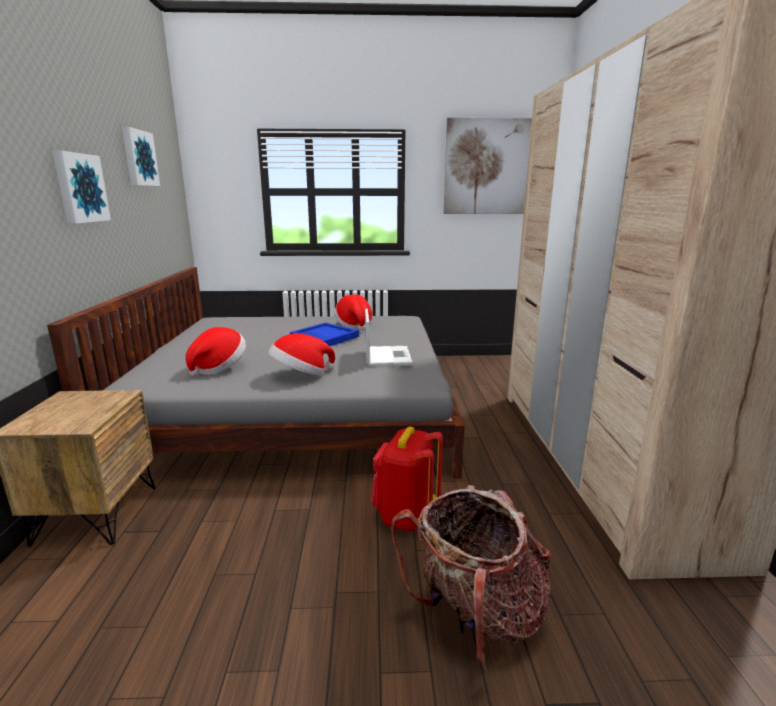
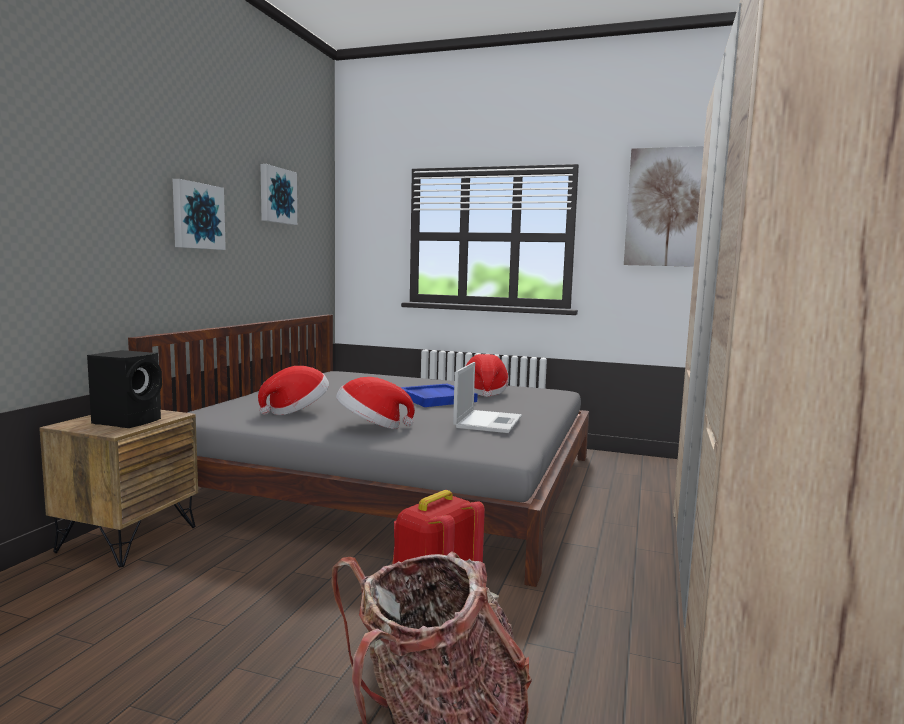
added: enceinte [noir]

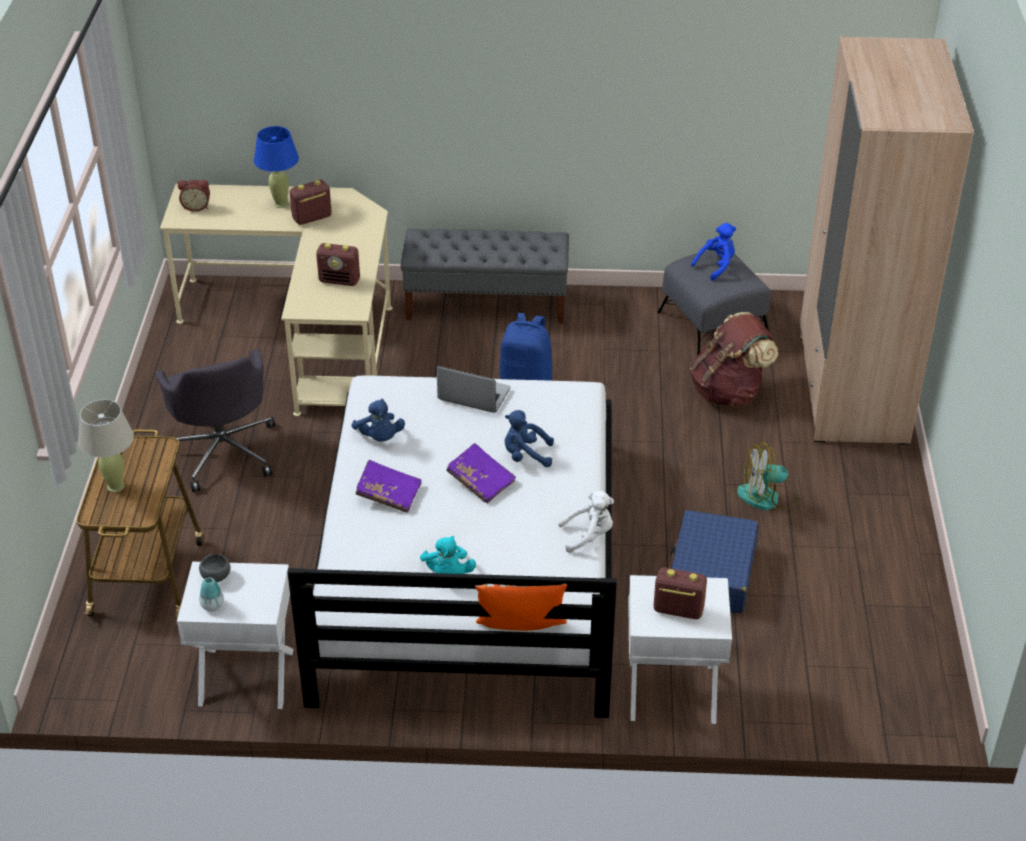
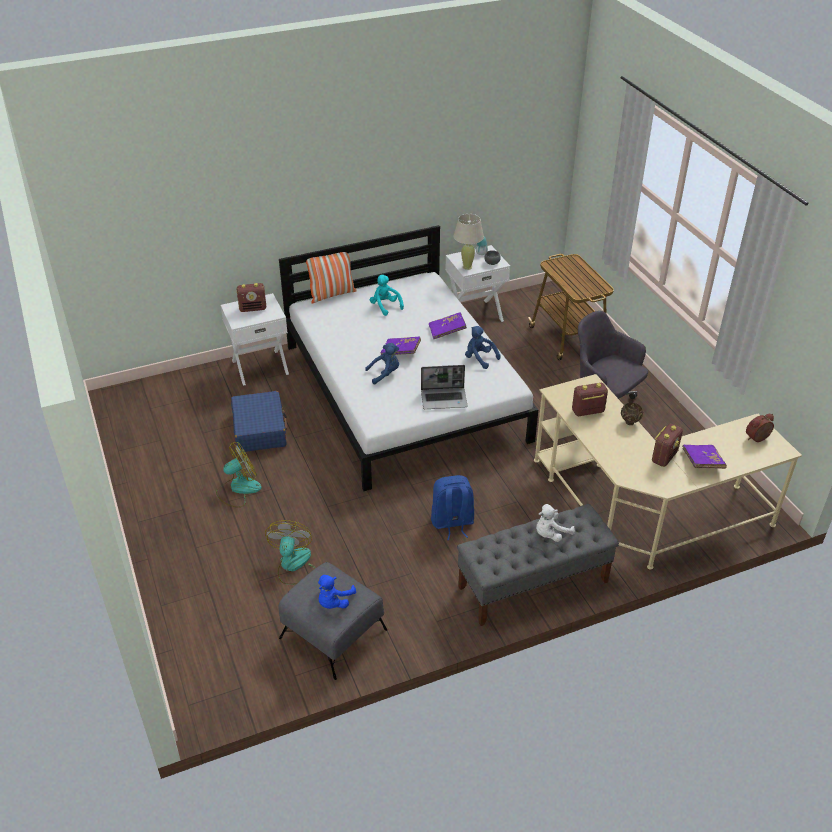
removed: armoire [beige]
added: bol [marron]
moved: lampe de table [beige]; peluche [blanc]
replaced: lampe de table [bleu] to livre [violet] (3rd from left); sac à dos [marron] to ventilateur (2nd from left)

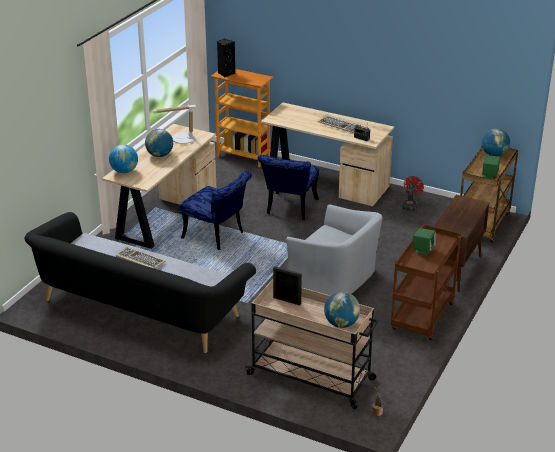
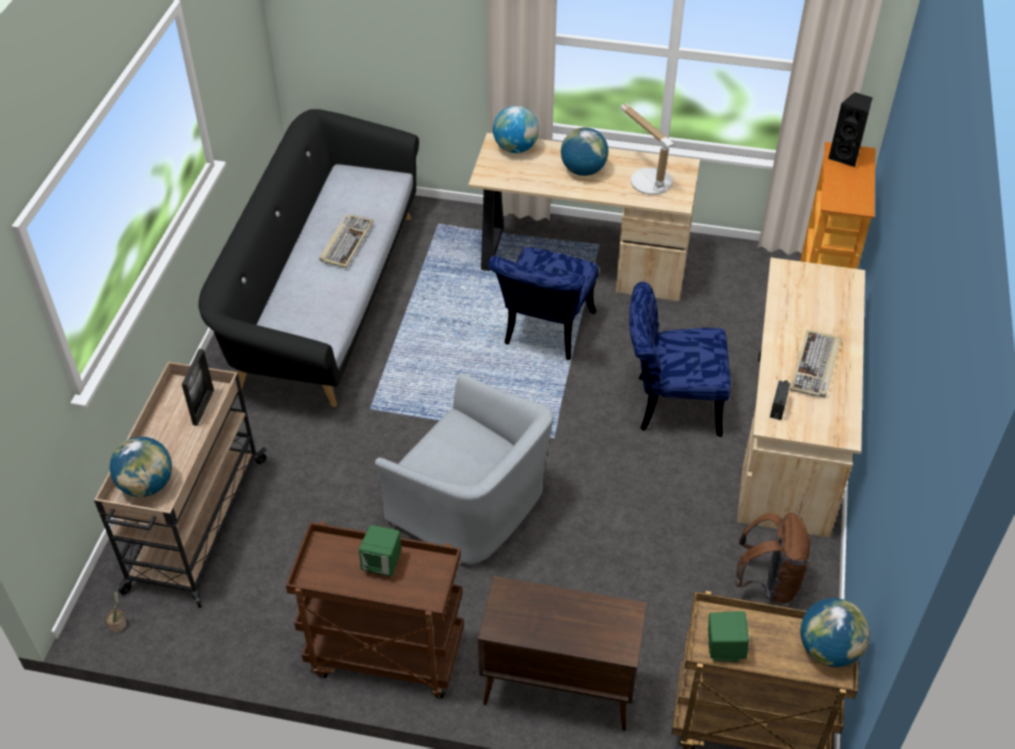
replaced: ventilateur [rouge] to sac à dos [marron]
turned: fauteuil [gris] 75 degrees counterclockwise

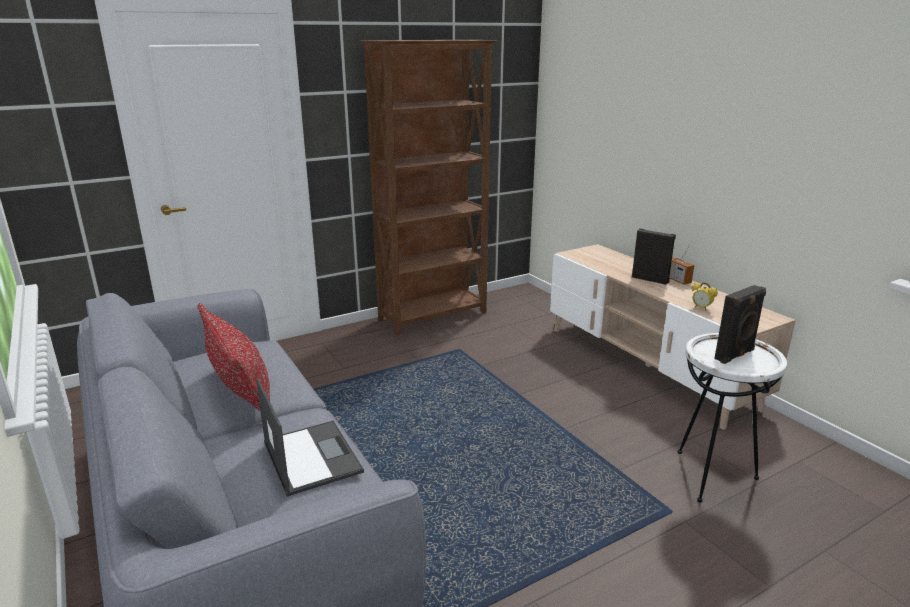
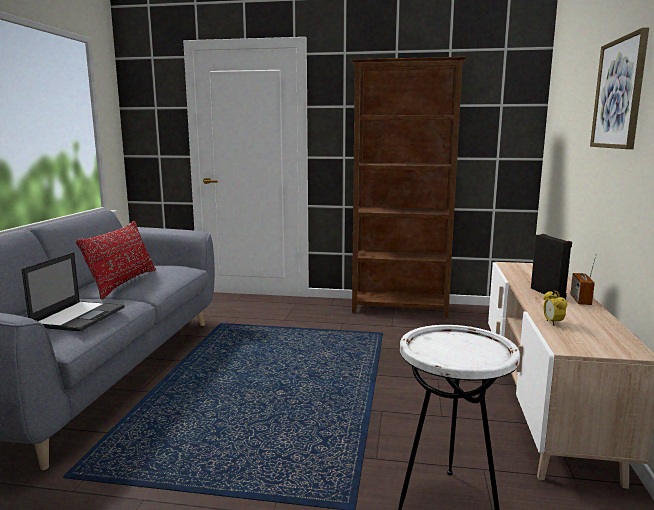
removed: enceinte [noir] (2nd from left)
added: tableau

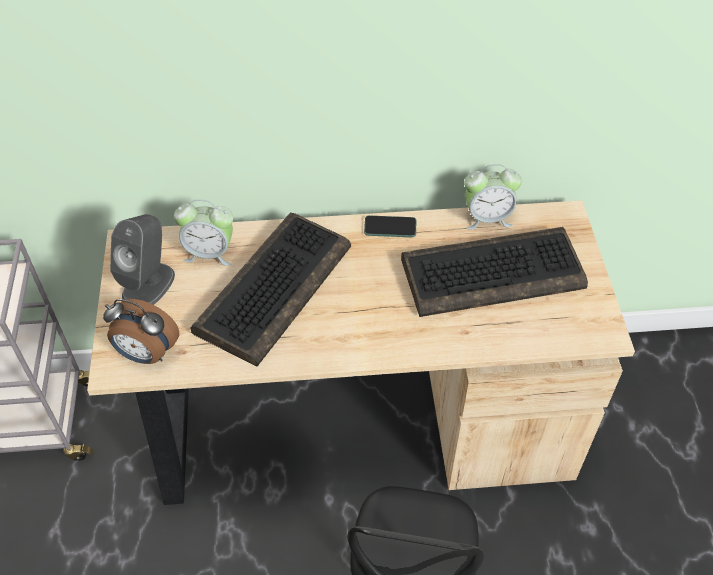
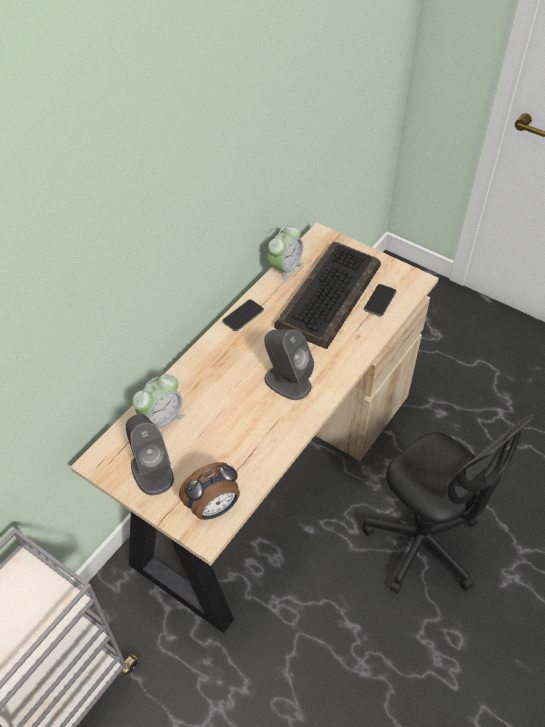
removed: clavier (1st from left)
added: enceinte [gris] (2nd from left); téléphone (2nd from left)

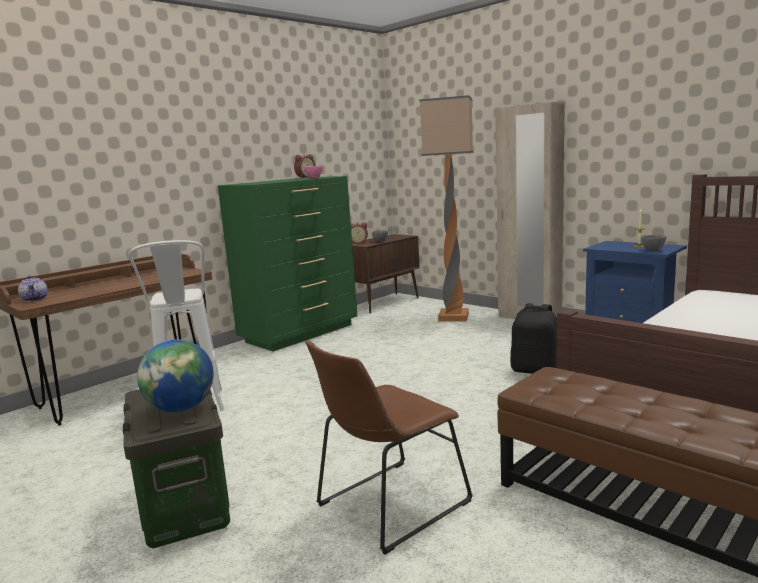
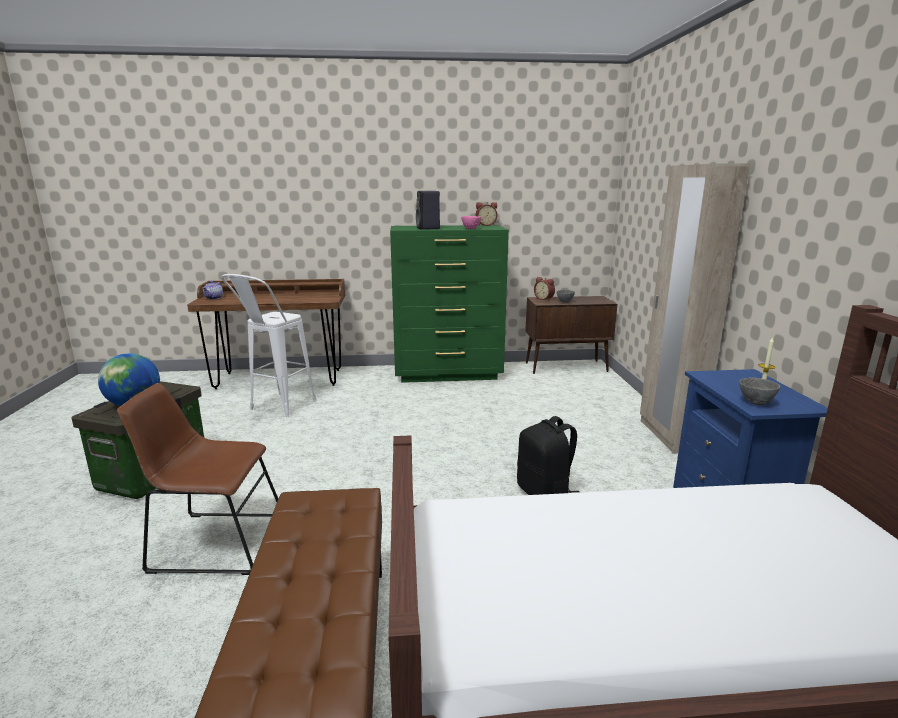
removed: lampadaire
added: enceinte [noir]

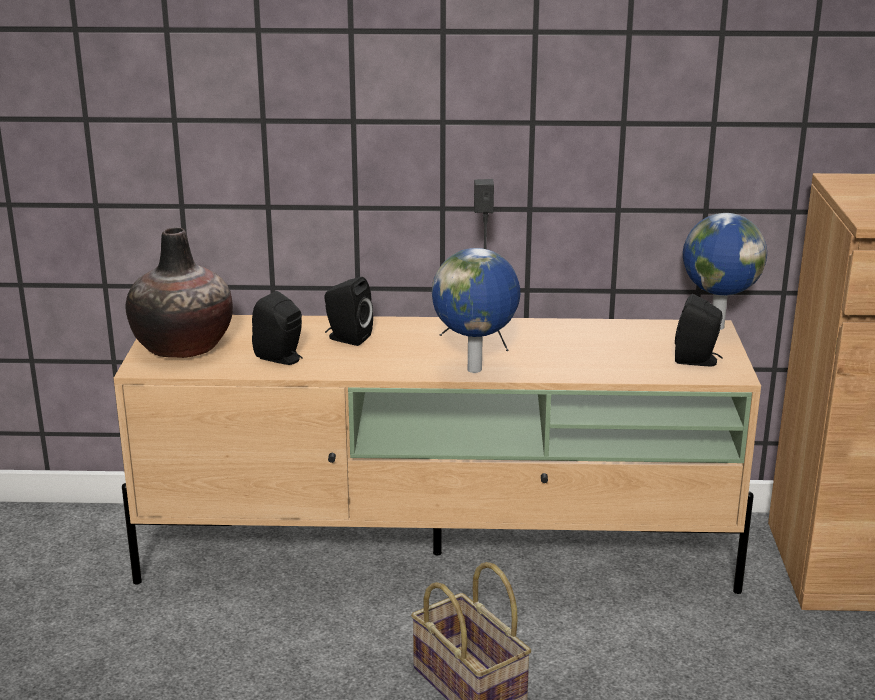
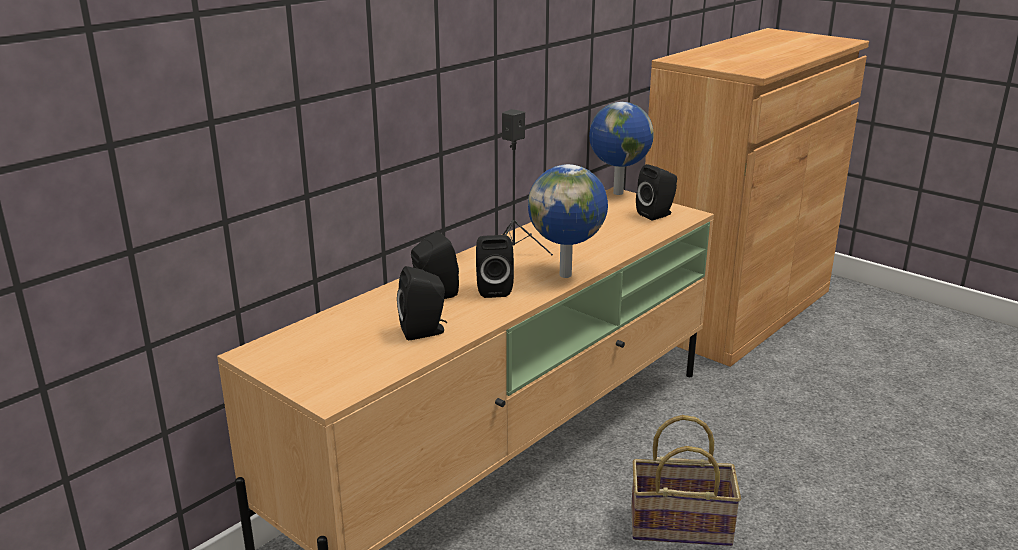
removed: vase
added: enceinte [noir] (3rd from left)

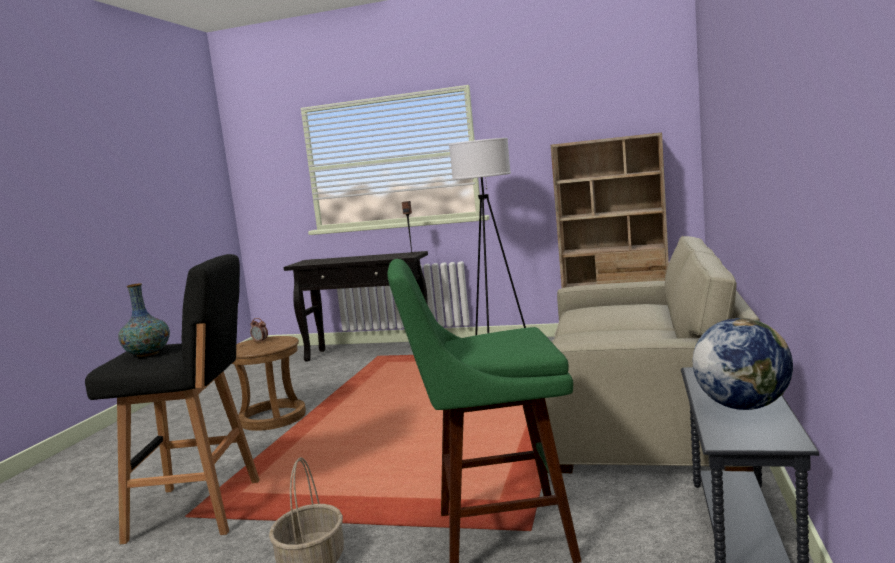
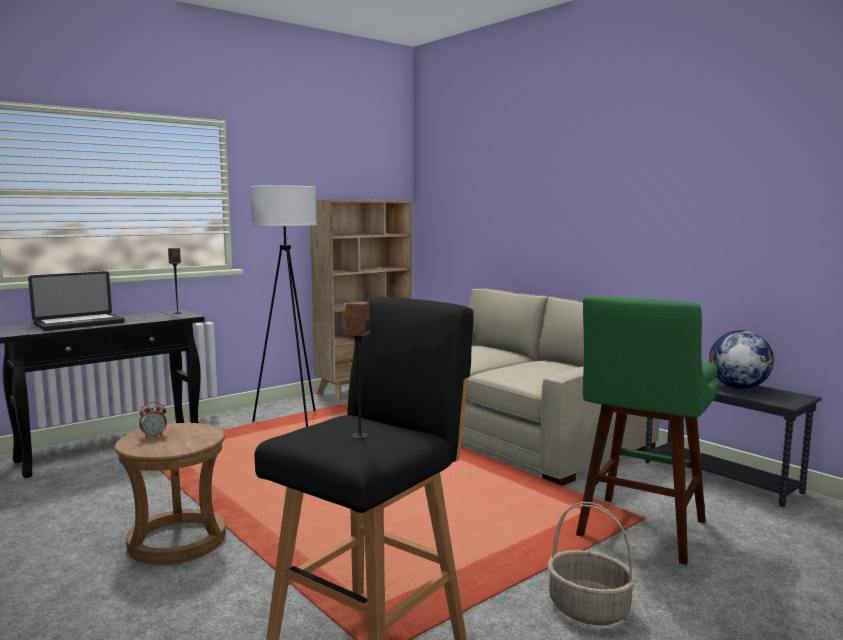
added: ordinateur portable
replaced: vase to enceinte (2nd from left)

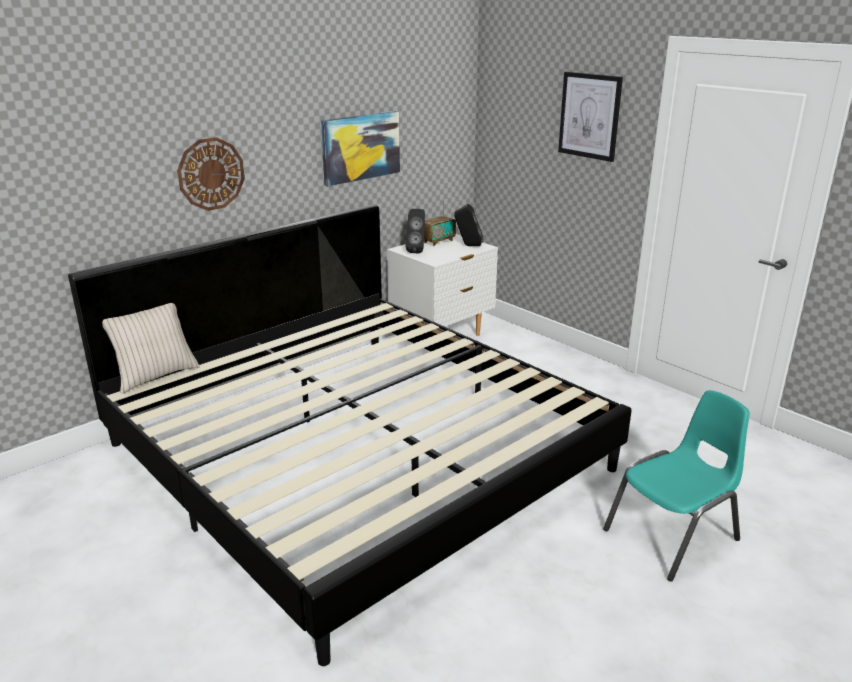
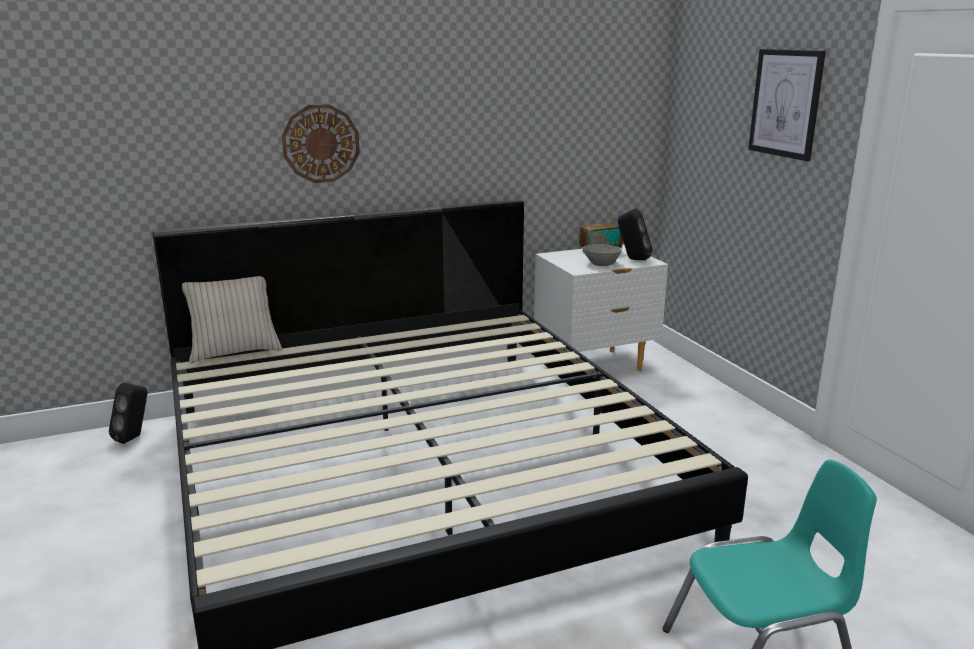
removed: tableau (1st from left)
added: bol [gris]
moved: enceinte [noir] (1st from left)

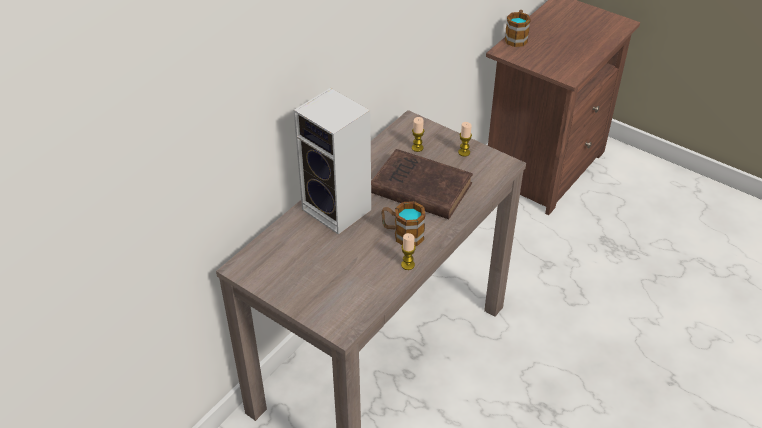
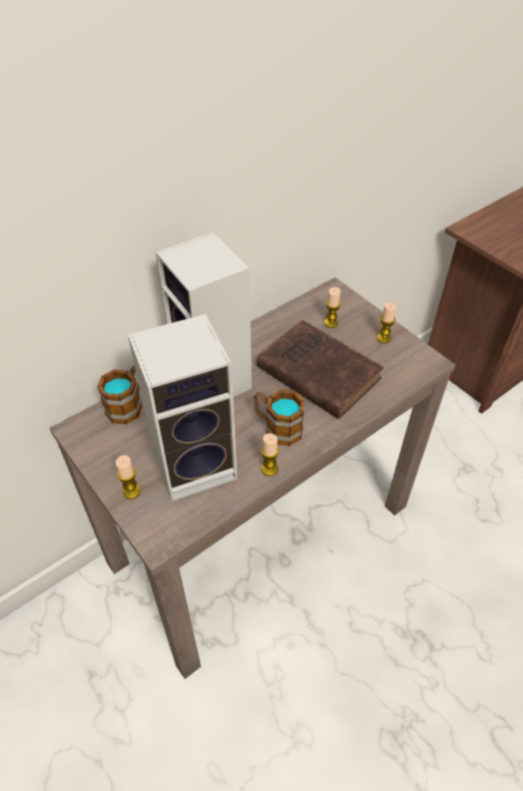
added: bougie (1st from left); enceinte (1st from left)
moved: mug (2nd from left in the first image) to mug (1st from left)

